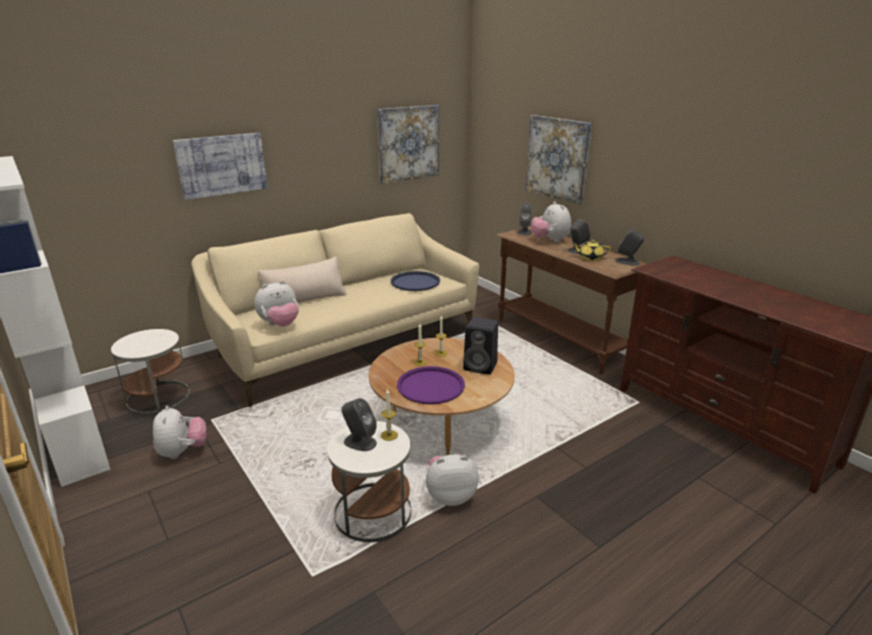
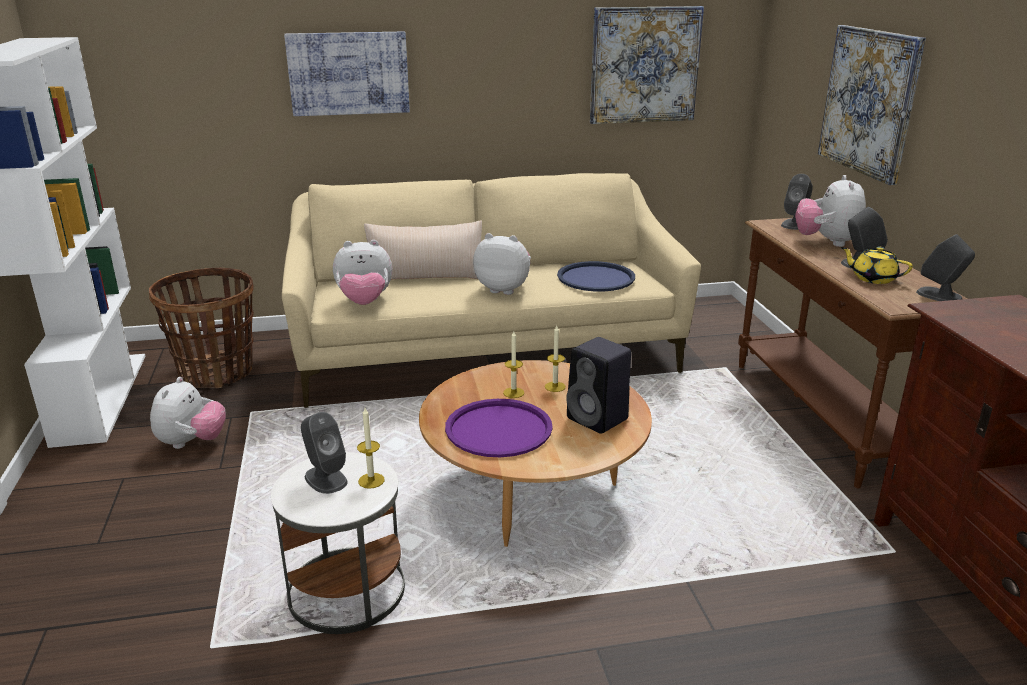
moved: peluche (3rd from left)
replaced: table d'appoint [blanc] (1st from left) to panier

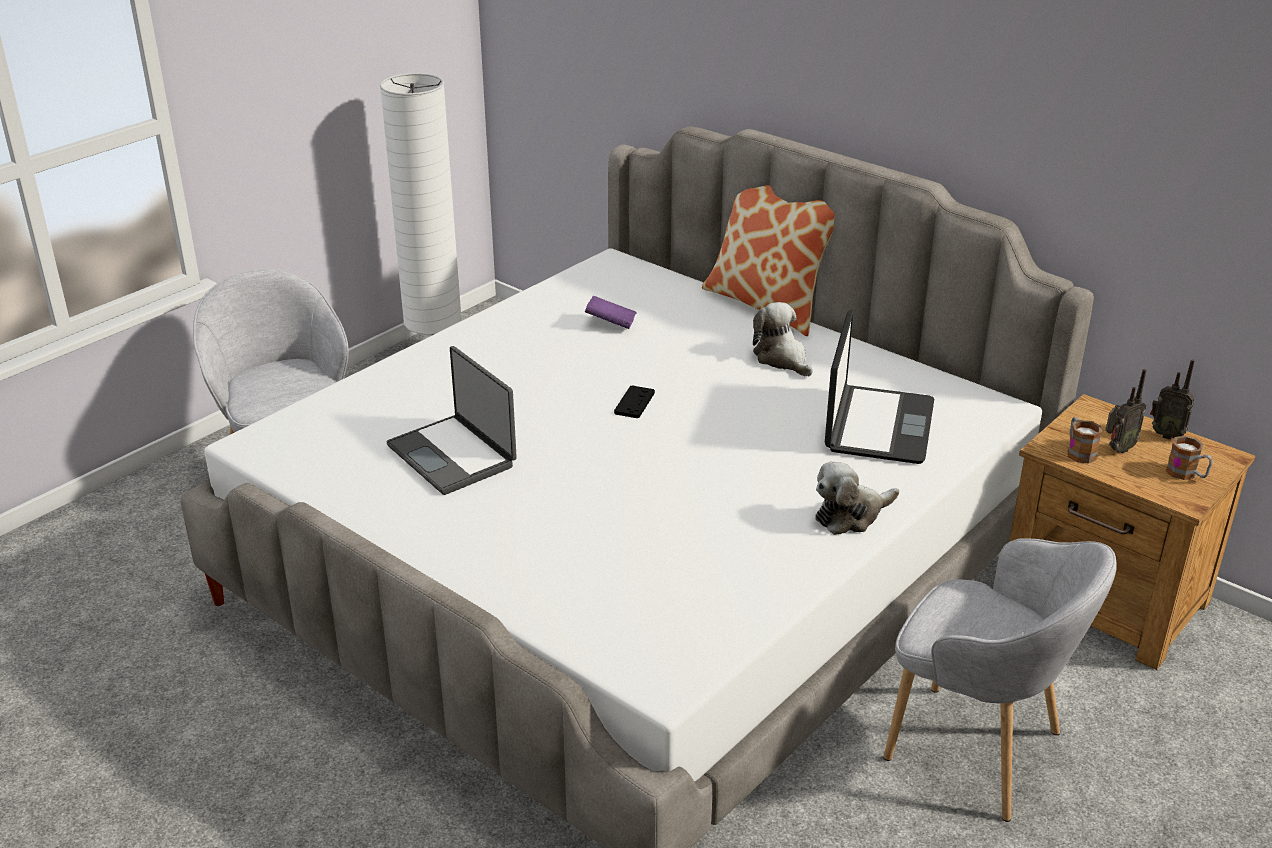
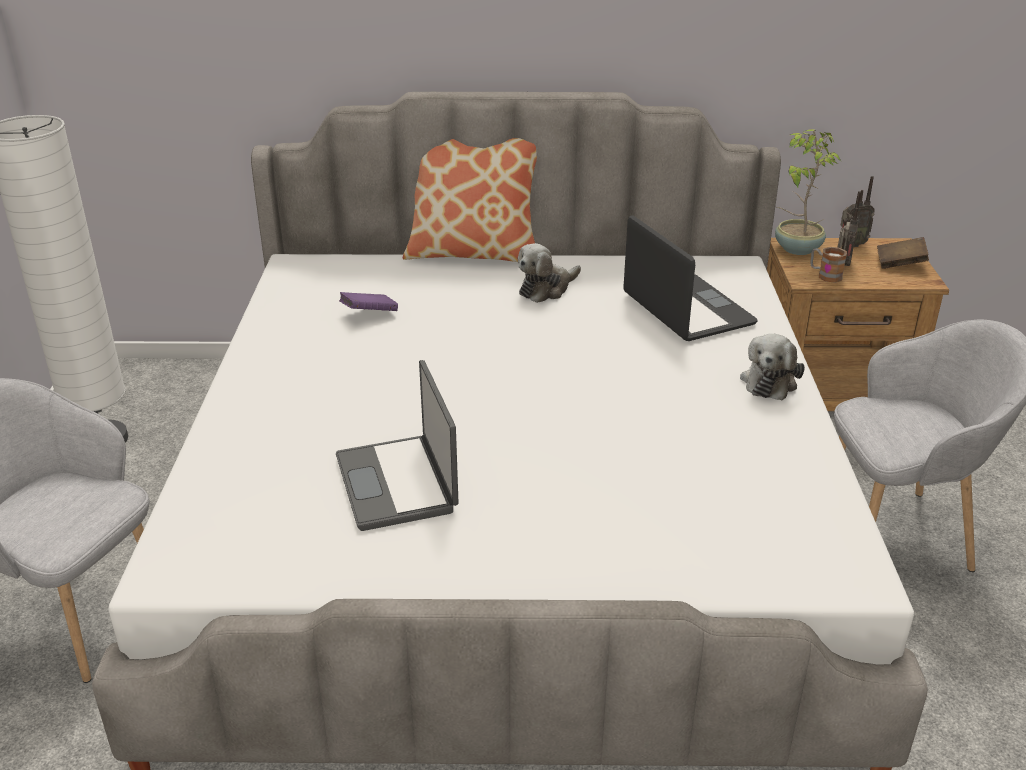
removed: manette [noir]
added: plante en pot
replaced: mug (2nd from left) to livre [marron]
turned: ordinateur portable (1st from left) 60 degrees clockwise; peluche (1st from left) 60 degrees counterclockwise

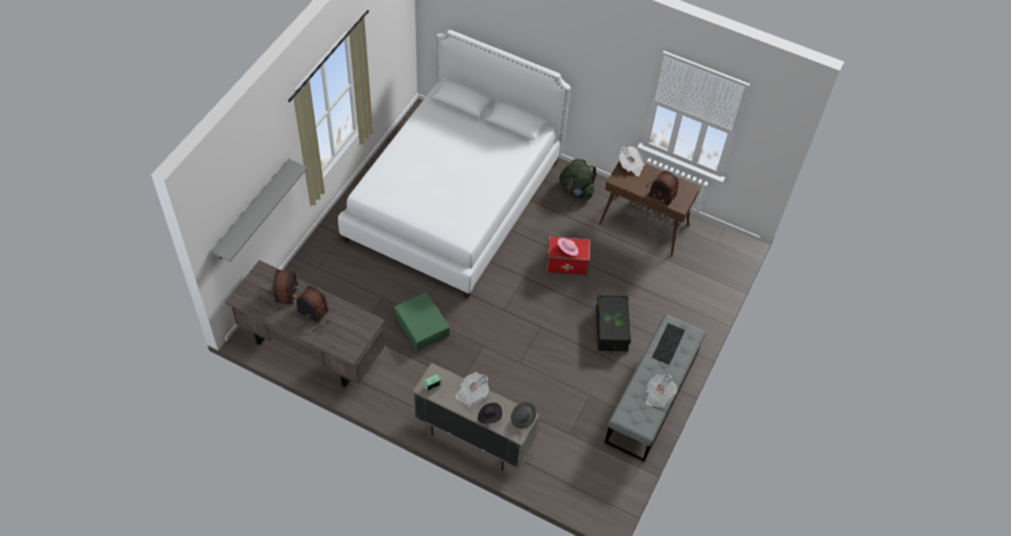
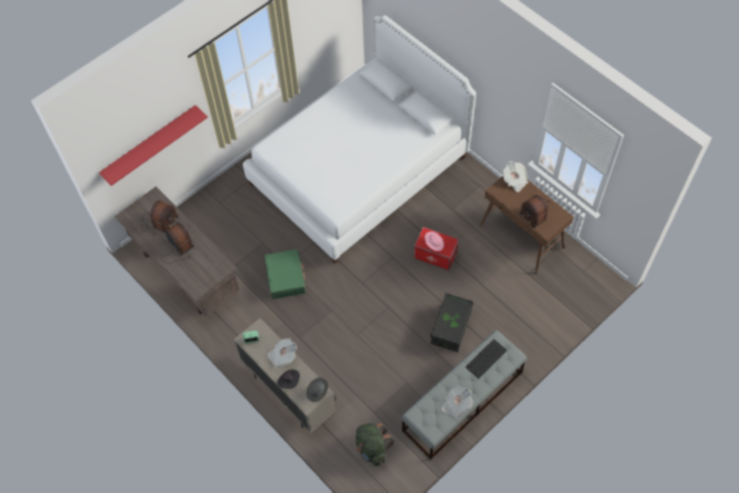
moved: sac à dos [vert]
recoloured: étagère [gris] to étagère [rouge]

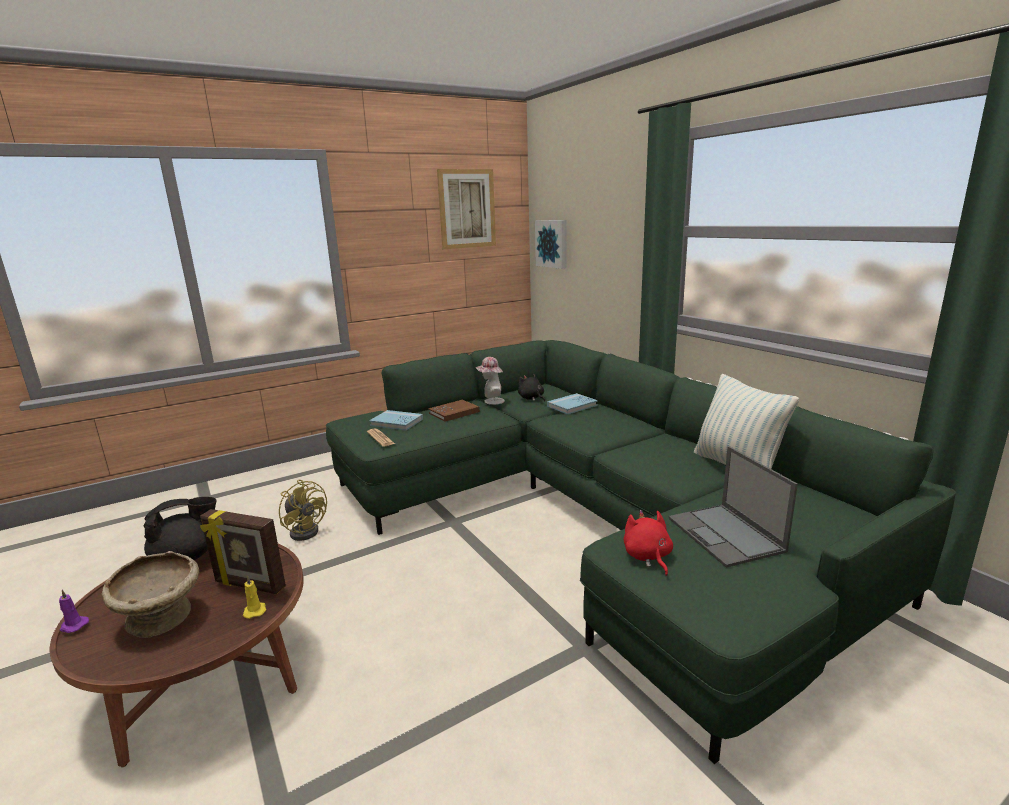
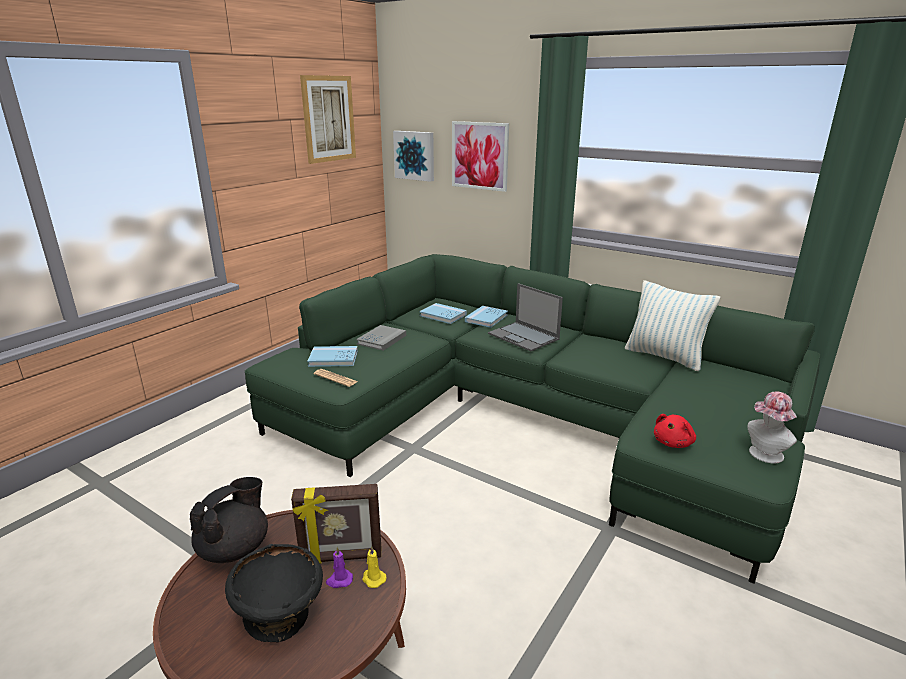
removed: ventilateur [jaune]
added: tableau (3rd from left)
moved: bougie [violet]; chapeau; ordinateur portable
replaced: peluche [noir] to livre [bleu] (2nd from left)
recoloured: bol [beige] to bol [noir]; livre [marron] to livre [gris]
turned: peluche [rouge] 105 degrees counterclockwise

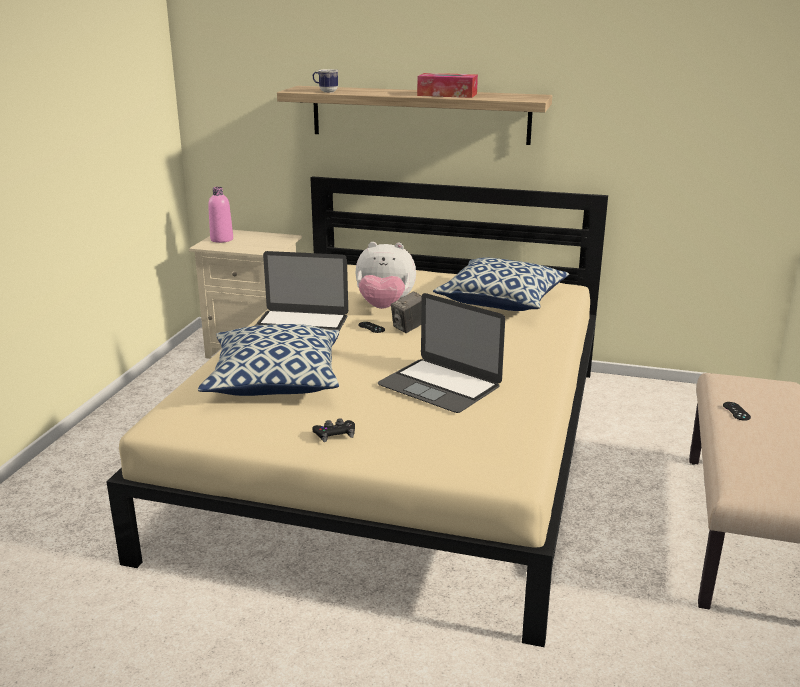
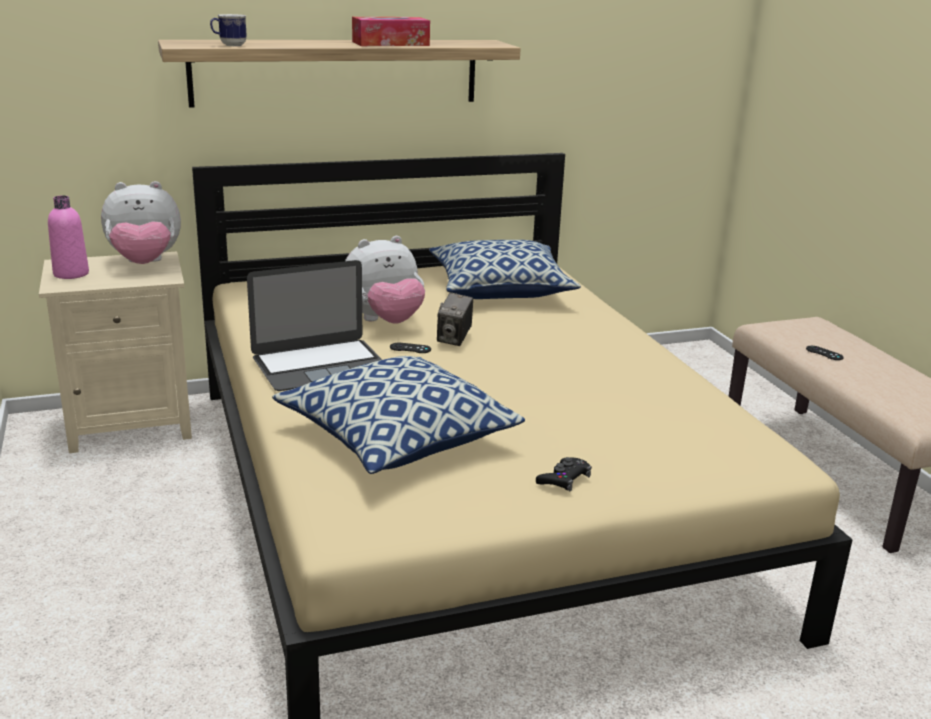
removed: ordinateur portable (2nd from left)
added: peluche (1st from left)

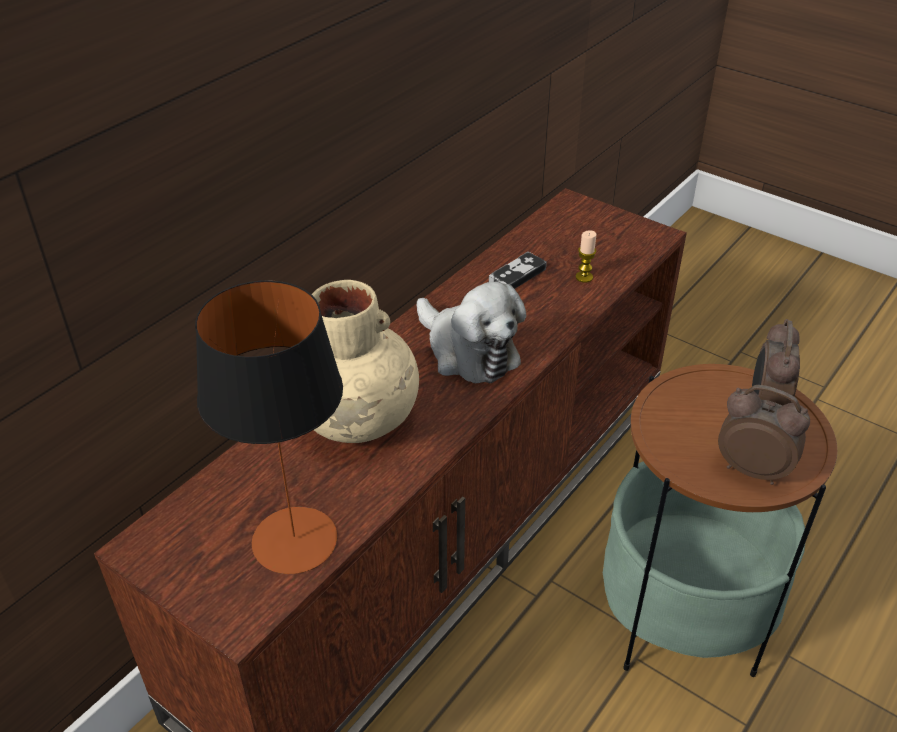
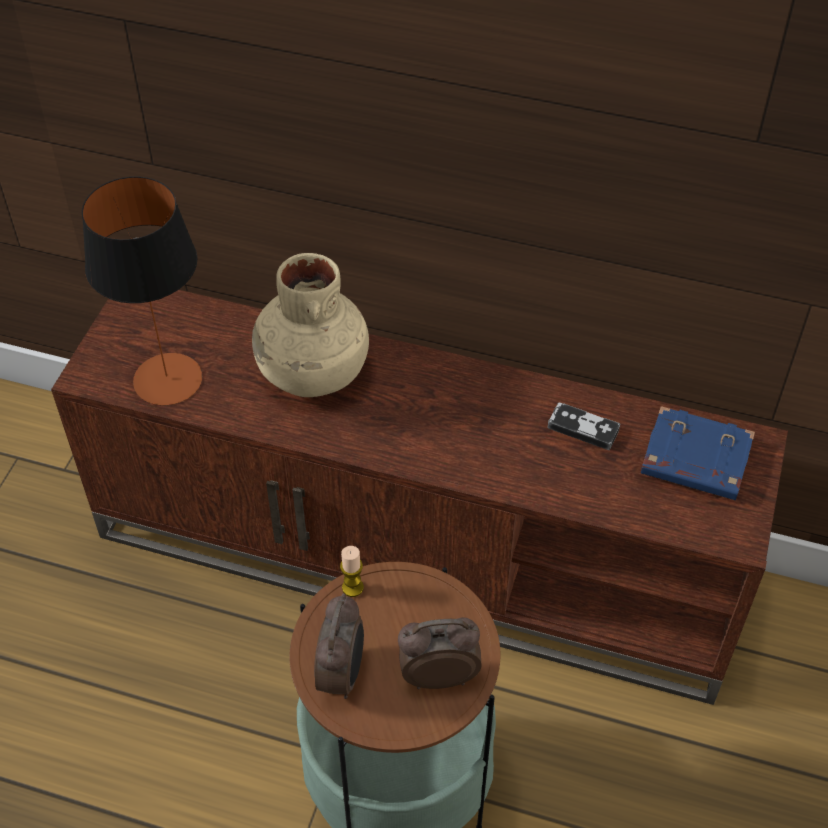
removed: peluche
added: livre [bleu]
moved: bougie

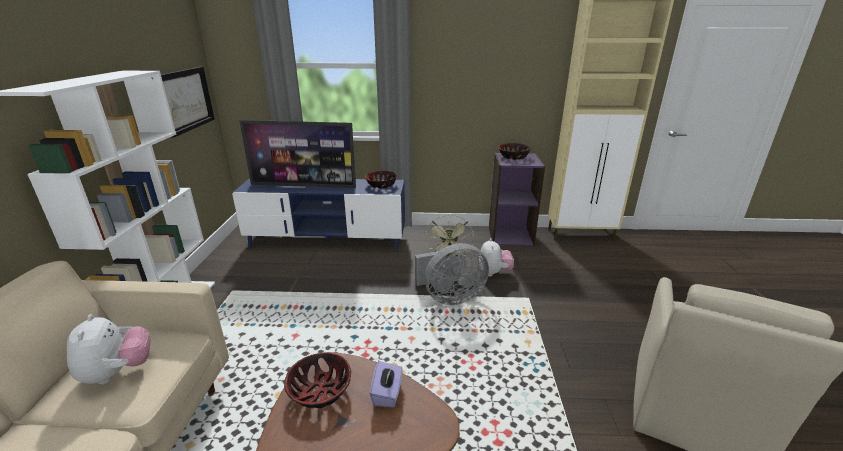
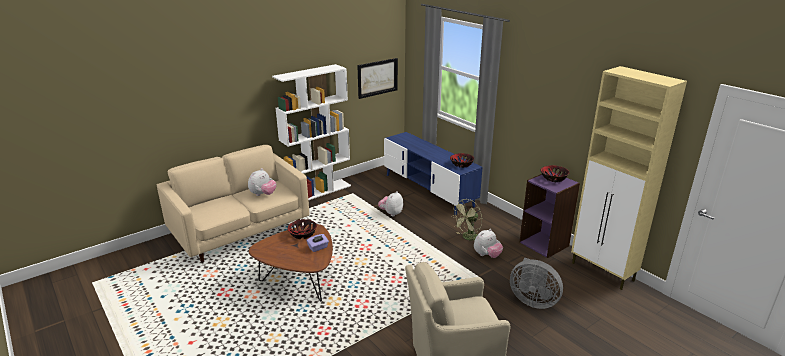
removed: téléviseur
added: peluche (2nd from left)
moved: ventilateur [gris]

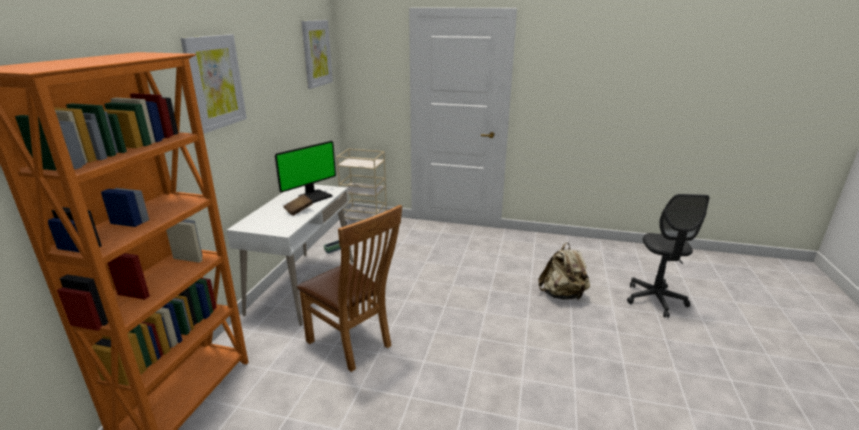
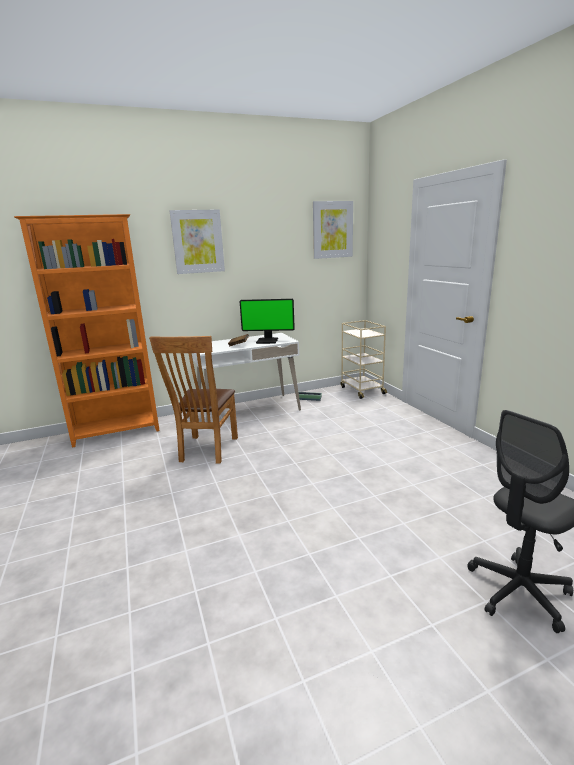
removed: sac à dos [beige]

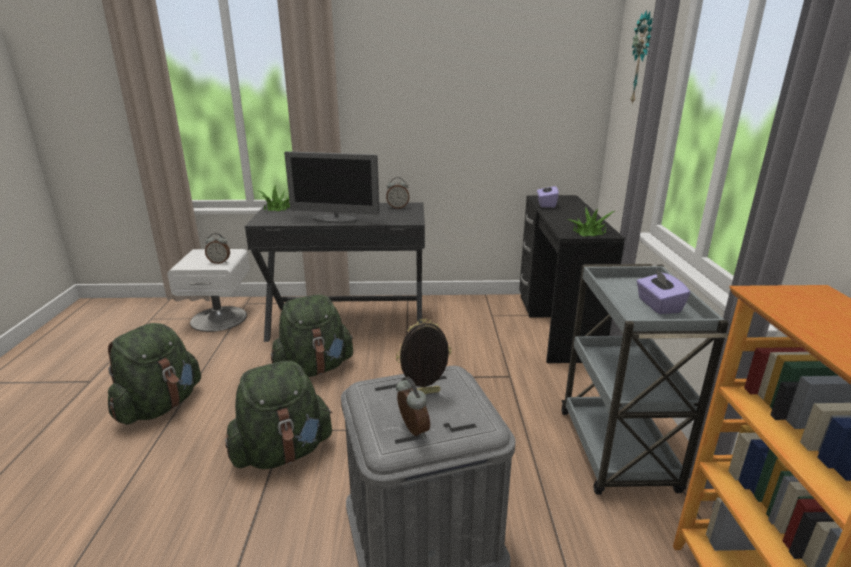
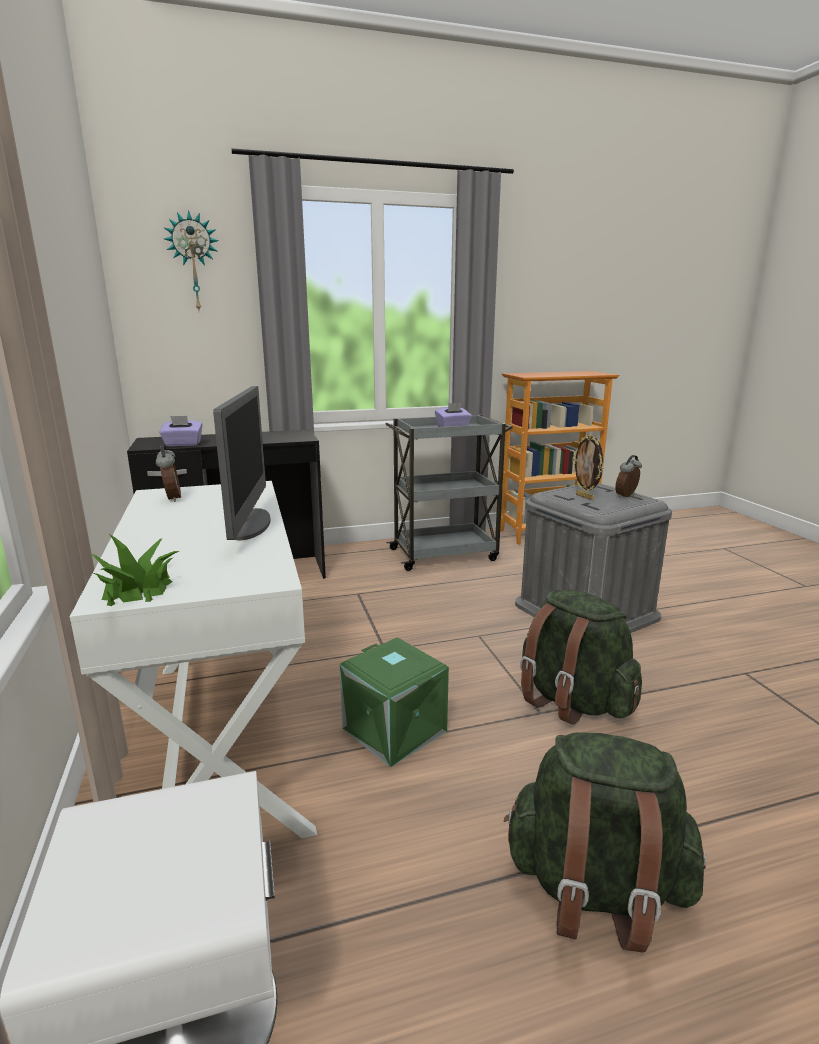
removed: réveil (1st from left); plante en pot (2nd from left)
replaced: sac à dos [vert] (3rd from left) to boîte de rangement [vert]
recoloured: bureau [noir] (1st from left) to bureau [blanc]

